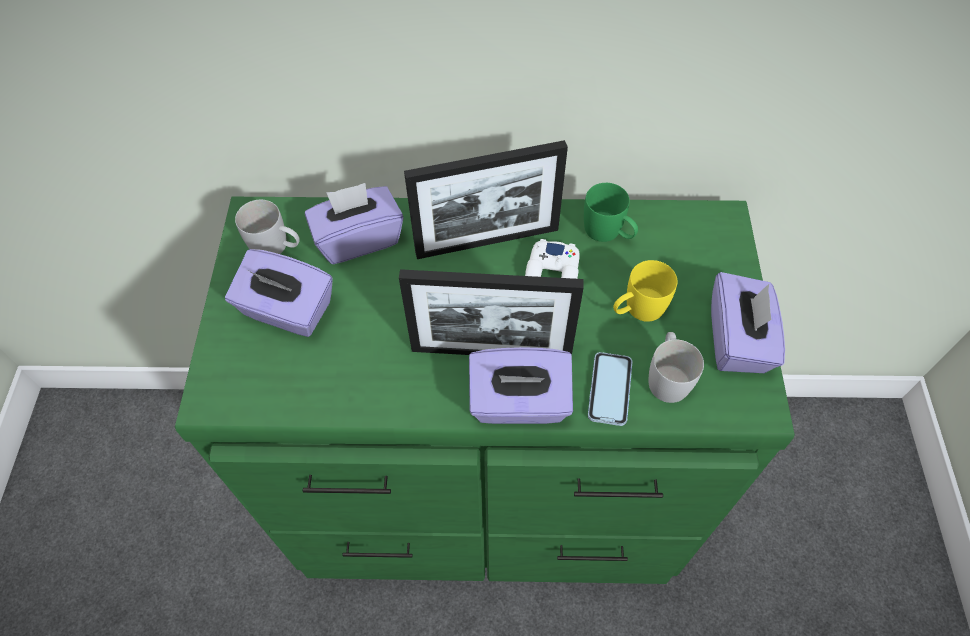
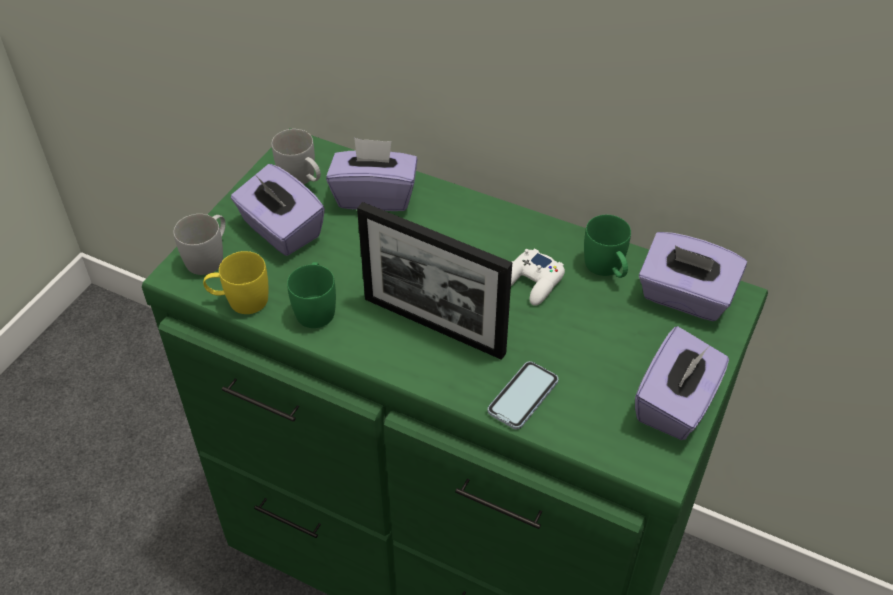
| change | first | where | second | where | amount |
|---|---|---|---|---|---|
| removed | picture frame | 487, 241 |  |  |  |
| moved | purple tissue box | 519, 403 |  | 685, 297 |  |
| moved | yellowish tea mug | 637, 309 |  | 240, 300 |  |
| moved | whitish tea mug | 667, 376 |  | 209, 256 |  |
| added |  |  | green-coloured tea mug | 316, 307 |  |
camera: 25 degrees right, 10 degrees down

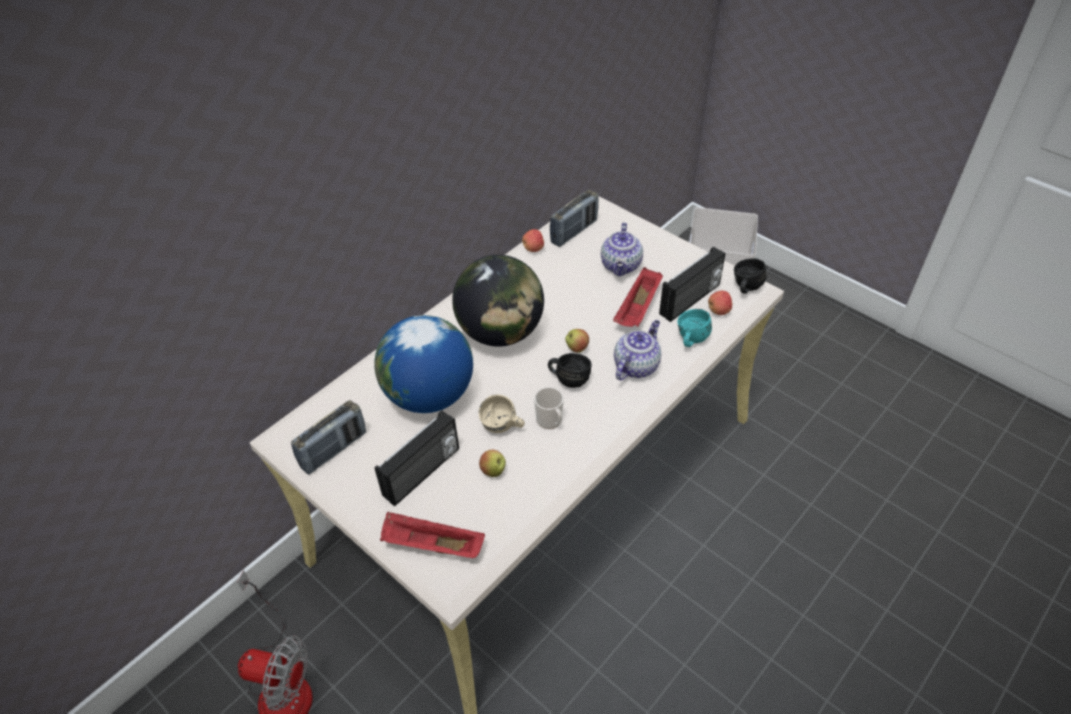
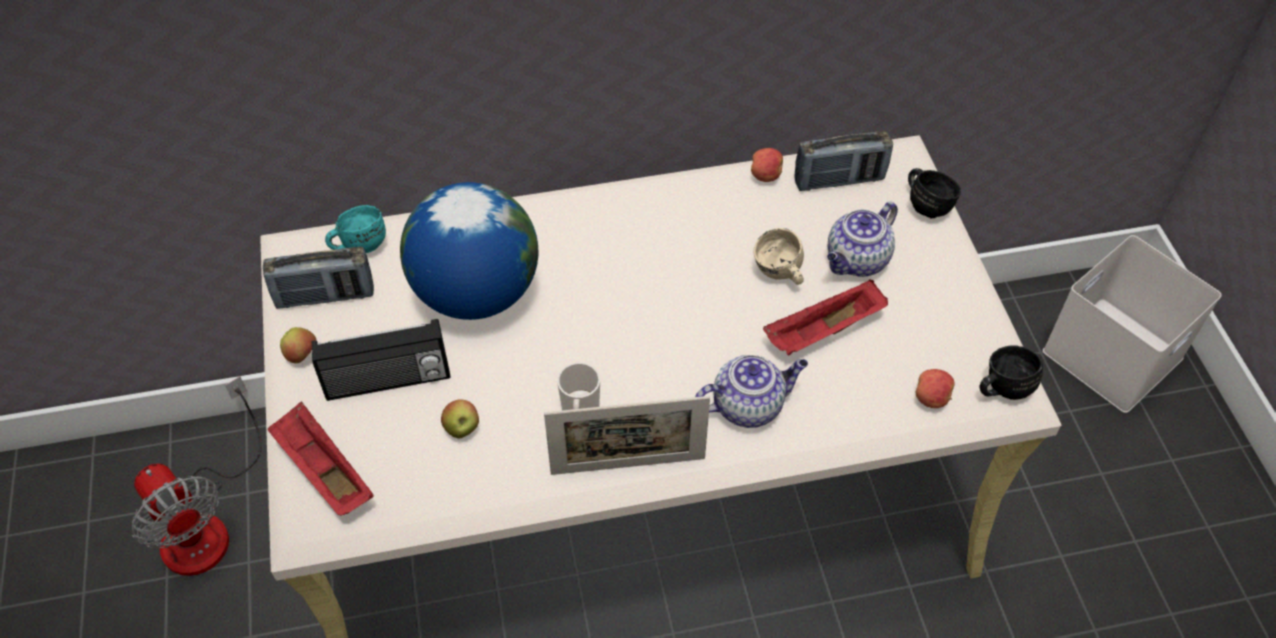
| change | first | where | second | where | amount |
|---|---|---|---|---|---|
| removed | desk globe | 500, 332 |  |  |  |
| moved | beige tea mug | 502, 428 |  | 779, 275 |  |
| moved | black tea mug | 569, 378 |  | 927, 204 |  |
| moved | whole apple | 577, 348 |  | 302, 355 |  |
| removed | radio | 691, 300 |  |  |  |
| moved | turquoise tea mug | 690, 339 |  | 358, 244 |  |
| added |  |  | picture frame | 628, 465 |  |
camera: 35 degrees right, 5 degrees up

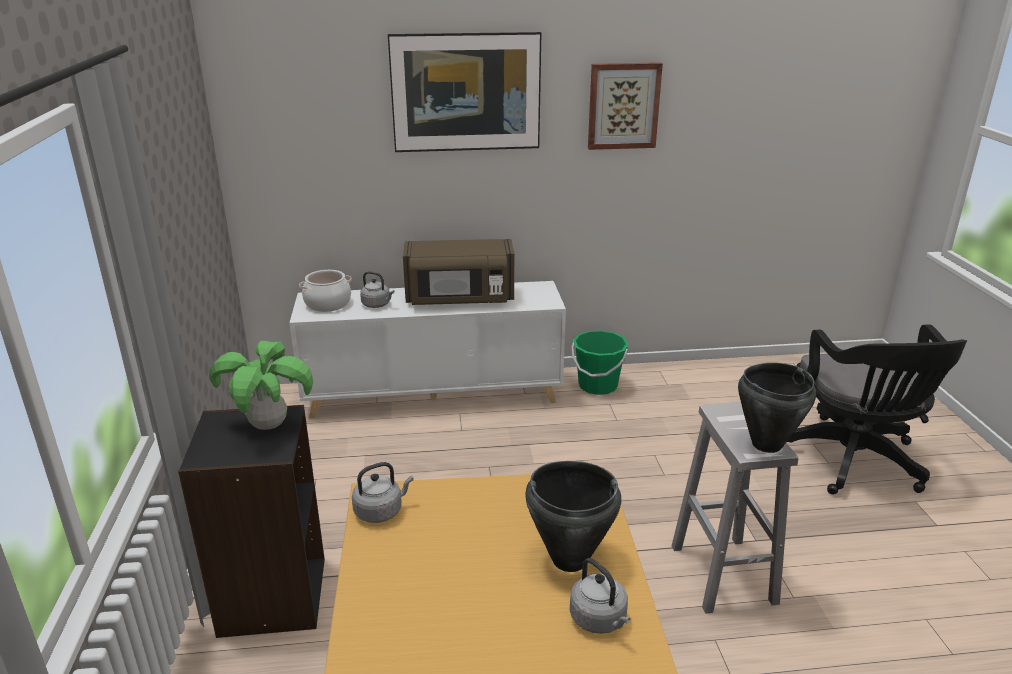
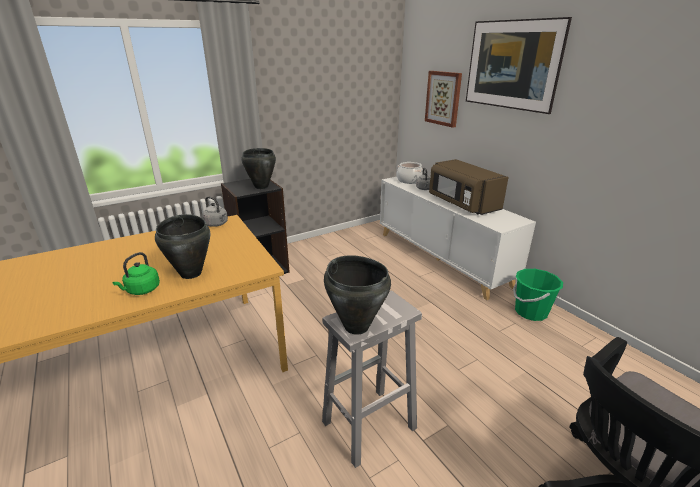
| change | first | where | second | where | amount |
|---|---|---|---|---|---|
| replaced | plant in a pot | 269, 425 | black stockpot | 261, 187 |  |
| recoloured | grey water kettle | 600, 620 | green-coloured water kettle | 141, 290 |  |
| moved | wall art | 623, 106 |  | 443, 98 |  |
camera: 65 degrees right, 0 degrees up

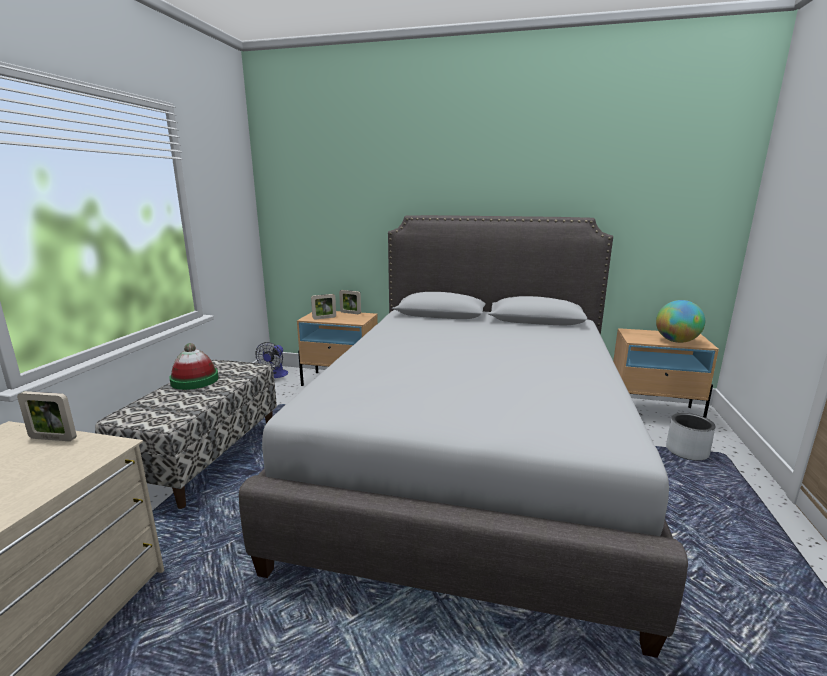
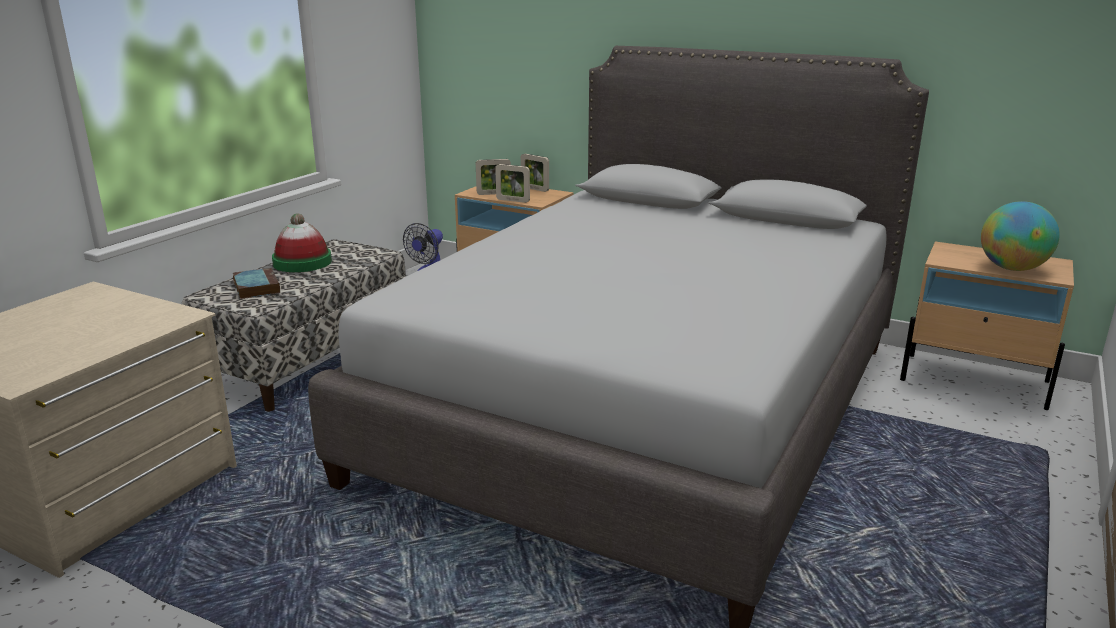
| change | first | where | second | where | amount |
|---|---|---|---|---|---|
| moved | picture frame | 53, 438 |  | 513, 200 |  |
| removed | grey flower pot | 687, 451 |  |  |  |
| added |  |  | volume | 256, 287 |  |
camera: 15 degrees right, 5 degrees up

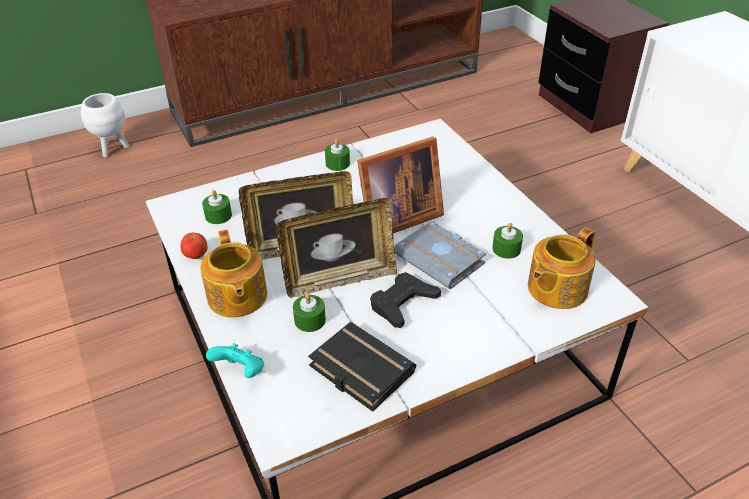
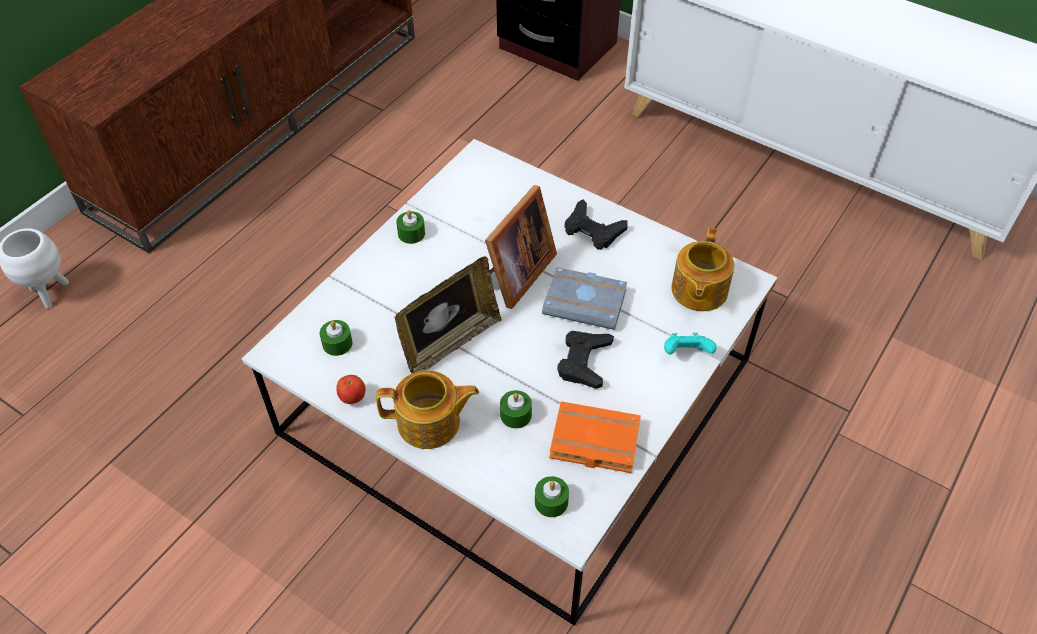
| change | first | where | second | where | amount |
|---|---|---|---|---|---|
| turned | pot for tea | 236, 297 |  | 430, 423 | 45 degrees counterclockwise |
| moved | turquoise gamepad | 240, 372 |  | 686, 354 |  |
| removed | picture frame | 339, 279 |  |  |  |
| recoloured | black volume | 358, 370 | orange volume | 592, 442 |  |
| moved | green-coloured candle | 506, 249 |  | 551, 502 |  |
| added |  |  | black gamepad | 593, 230 |  |
camera: 30 degrees left, 10 degrees up

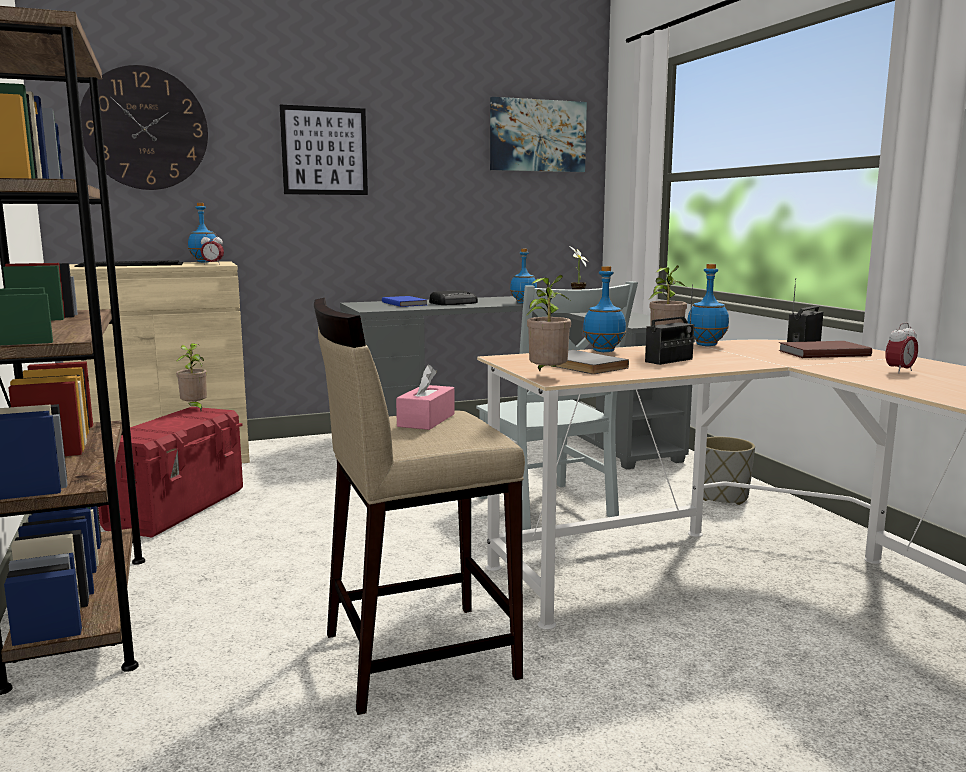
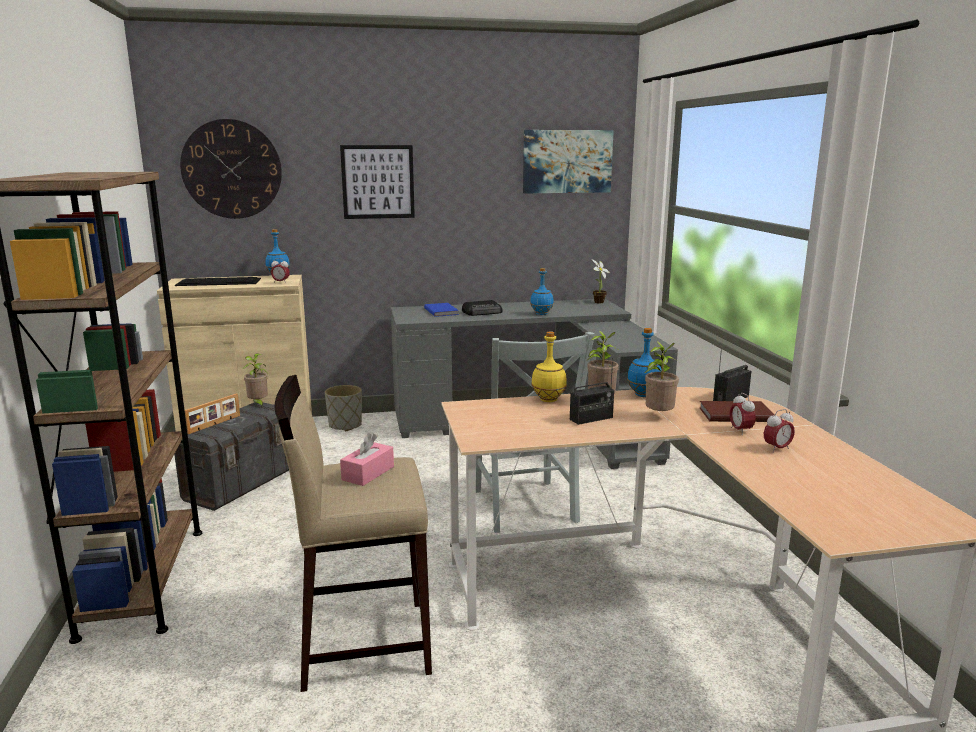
| change | first | where | second | where | amount |
|---|---|---|---|---|---|
| recoloured | red storage container | 177, 509 | grey storage container | 241, 484 |  |
| moved | plant in a pot | 547, 376 |  | 658, 416 |  |
| removed | grey volume | 581, 366 |  |  |  |
| recoloured | bluish beverage bottle | 604, 351 | yellowish beverage bottle | 549, 400 |  |
| moved | grey flower pot | 723, 497 |  | 345, 425 |  |
| added |  |  | picture frame | 215, 424 |  |
| added |  |  | bedside clock | 740, 431 |  |
camera: 10 degrees right, 5 degrees up

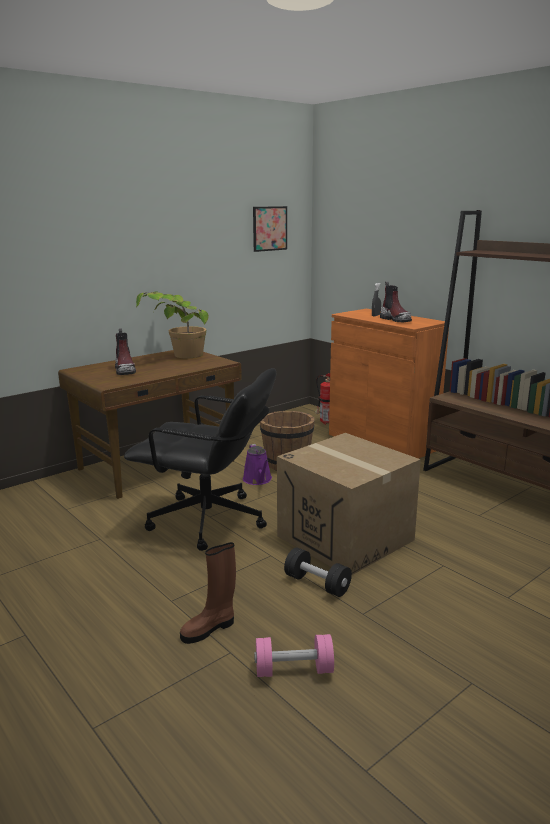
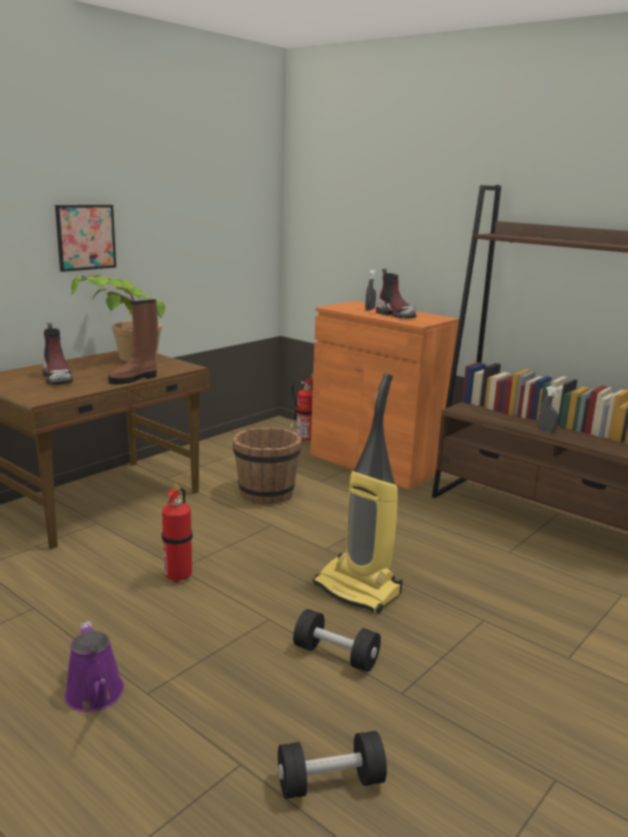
| change | first | where | second | where | amount |
|---|---|---|---|---|---|
| replaced | black desk chair | 208, 521 | fire-fighting cylinder | 179, 575 |  |
| moved | brown high-top boot | 209, 629 |  | 134, 379 |  |
| moved | purple watering can | 258, 480 |  | 96, 696 |  |
| moved | wall art | 269, 228 |  | 86, 237 |  |
| recoloured | pink dumbbell | 293, 670 | black dumbbell | 330, 782 |  |
| replaced | carton | 346, 538 | hoover | 358, 590 |  |
| added |  |  | grey spray bottle | 546, 431 |  |
camera: 10 degrees left, 0 degrees up

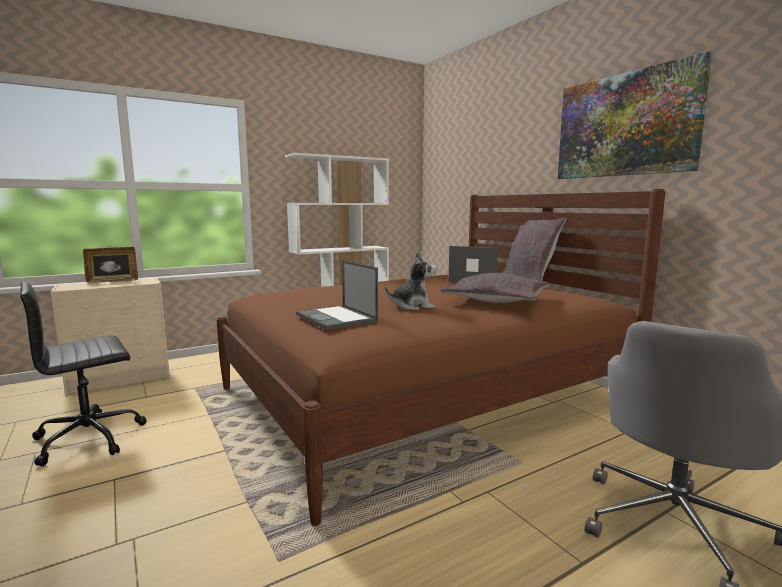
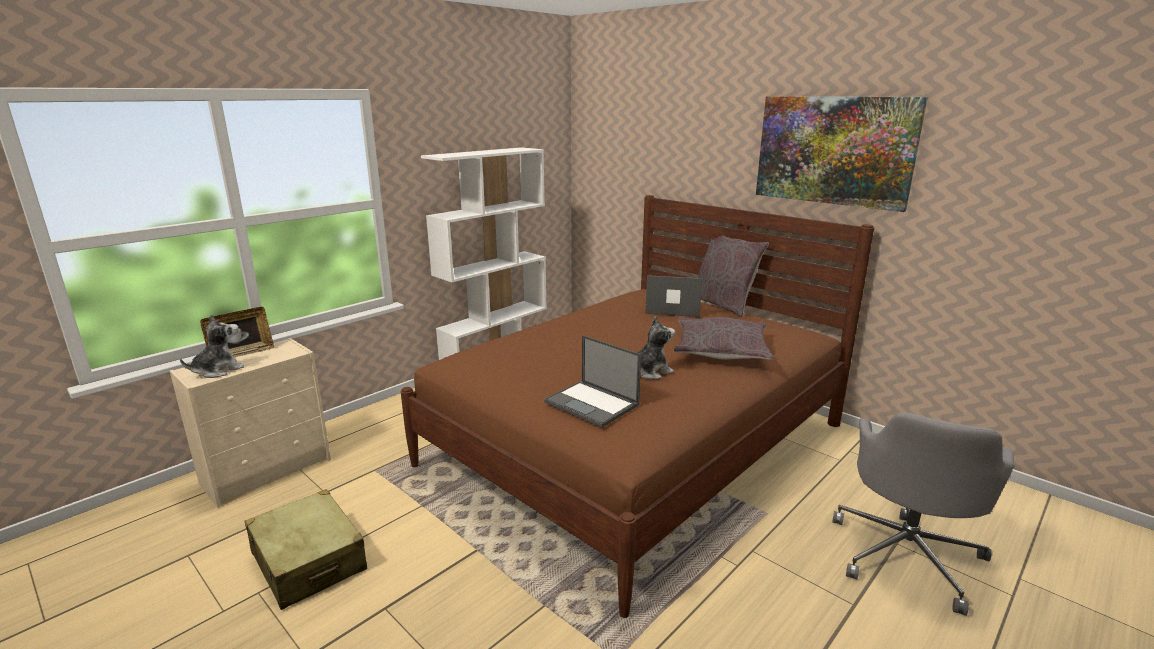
| change | first | where | second | where | amount |
|---|---|---|---|---|---|
| replaced | black desk chair | 91, 438 | beige travel case | 309, 561 |  |
| added |  |  | plush toy | 218, 370 |  |
camera: 15 degrees left, 10 degrees up

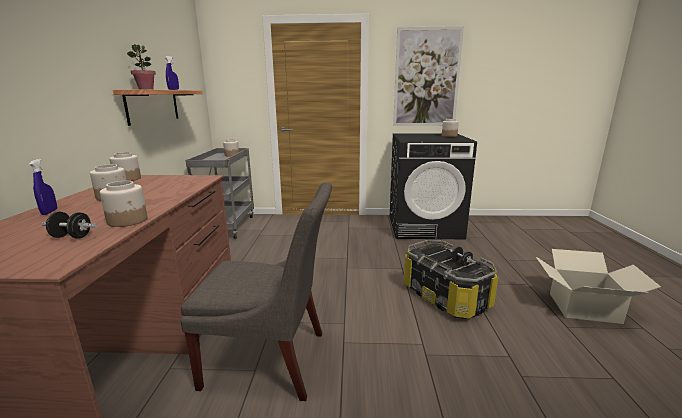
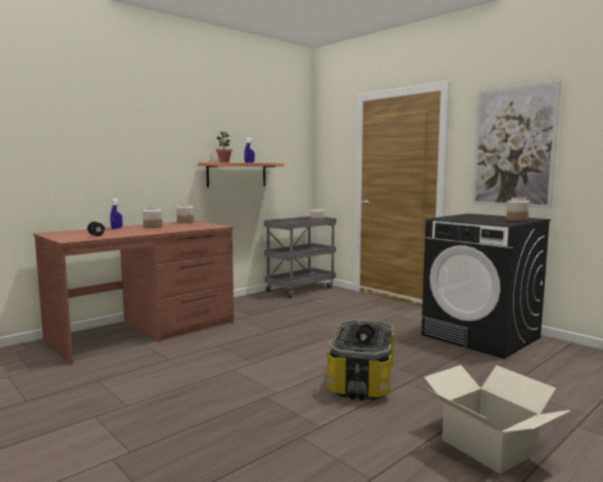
| change | first | where | second | where | amount |
|---|---|---|---|---|---|
| removed | storage jar | 128, 220 |  |  |  |
| removed | grey chair | 271, 360 |  |  |  |
camera: 45 degrees right, 10 degrees down

